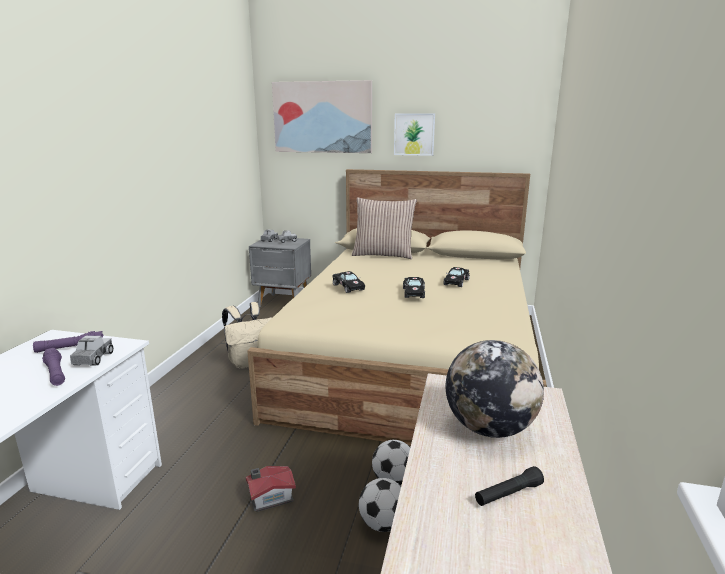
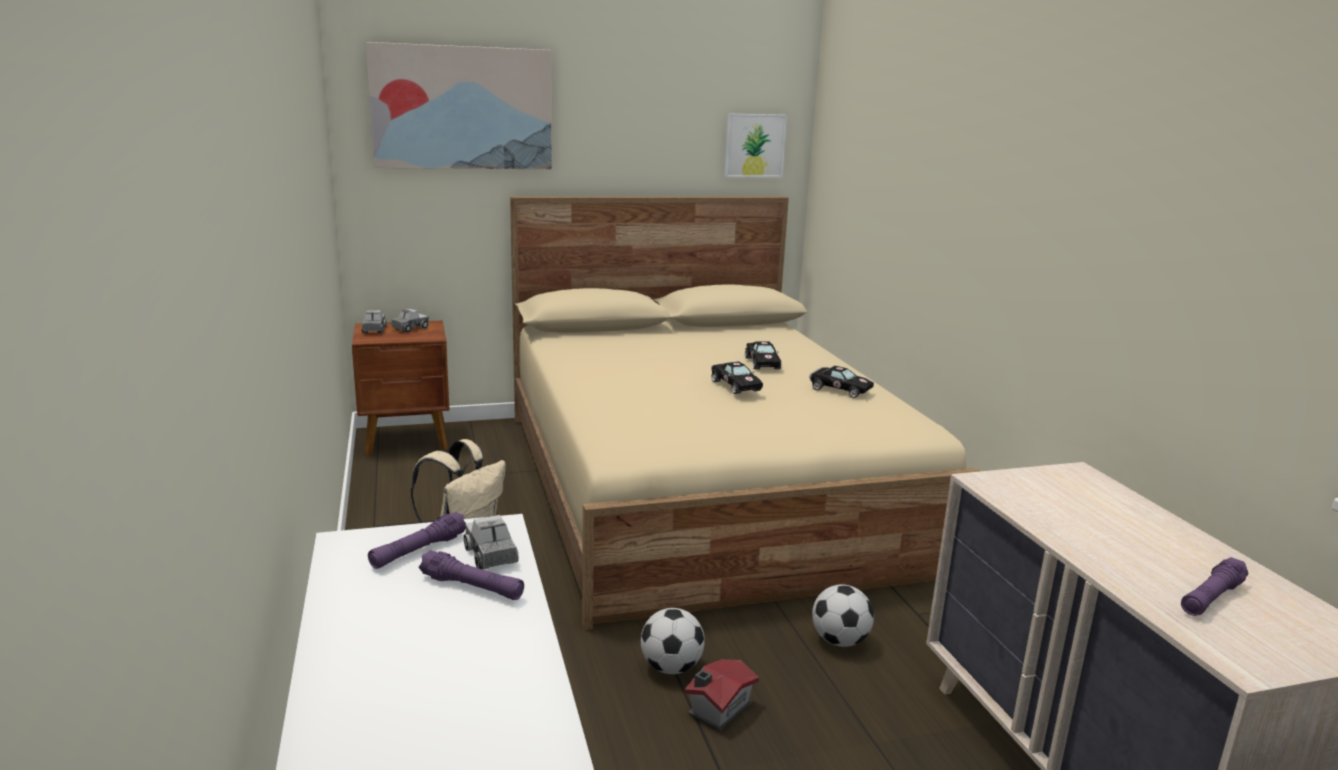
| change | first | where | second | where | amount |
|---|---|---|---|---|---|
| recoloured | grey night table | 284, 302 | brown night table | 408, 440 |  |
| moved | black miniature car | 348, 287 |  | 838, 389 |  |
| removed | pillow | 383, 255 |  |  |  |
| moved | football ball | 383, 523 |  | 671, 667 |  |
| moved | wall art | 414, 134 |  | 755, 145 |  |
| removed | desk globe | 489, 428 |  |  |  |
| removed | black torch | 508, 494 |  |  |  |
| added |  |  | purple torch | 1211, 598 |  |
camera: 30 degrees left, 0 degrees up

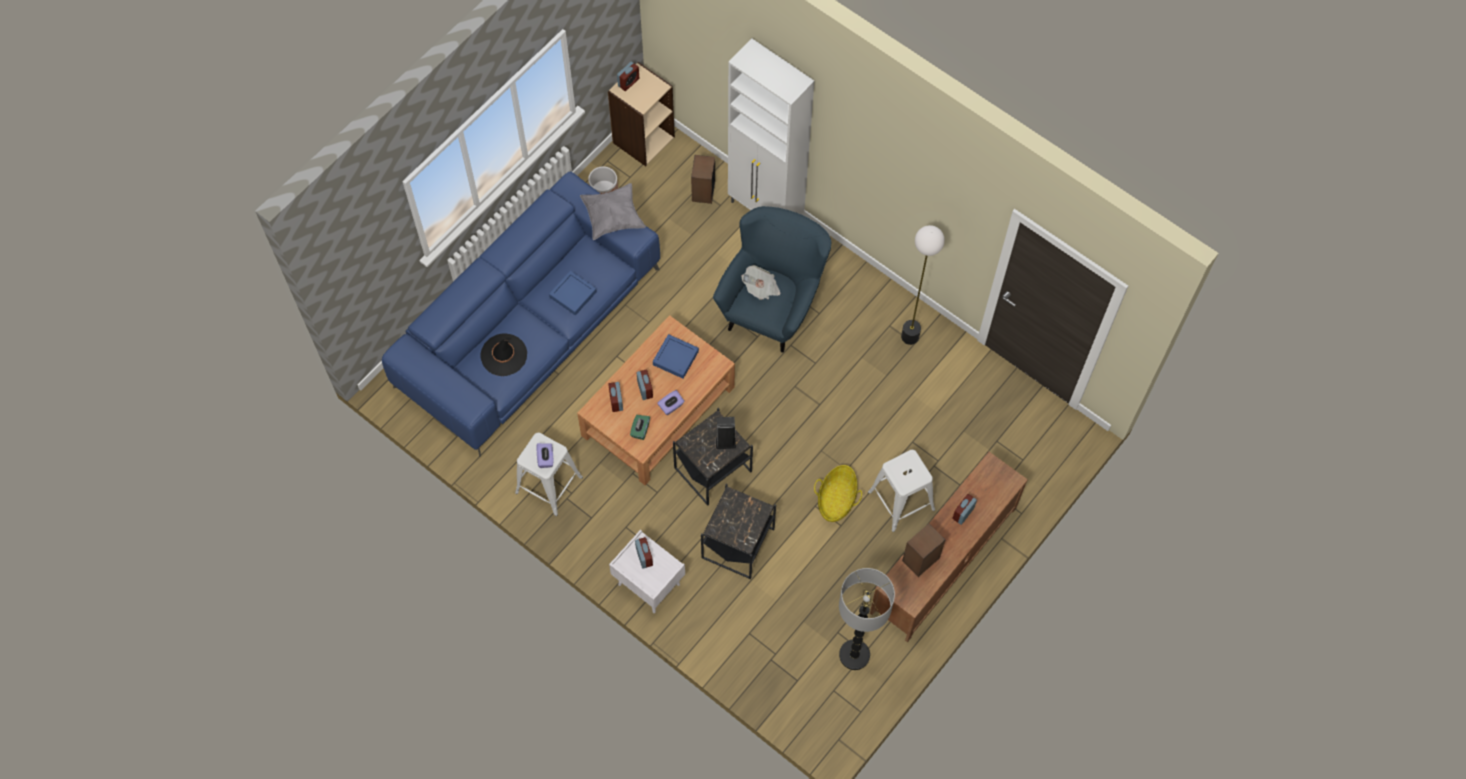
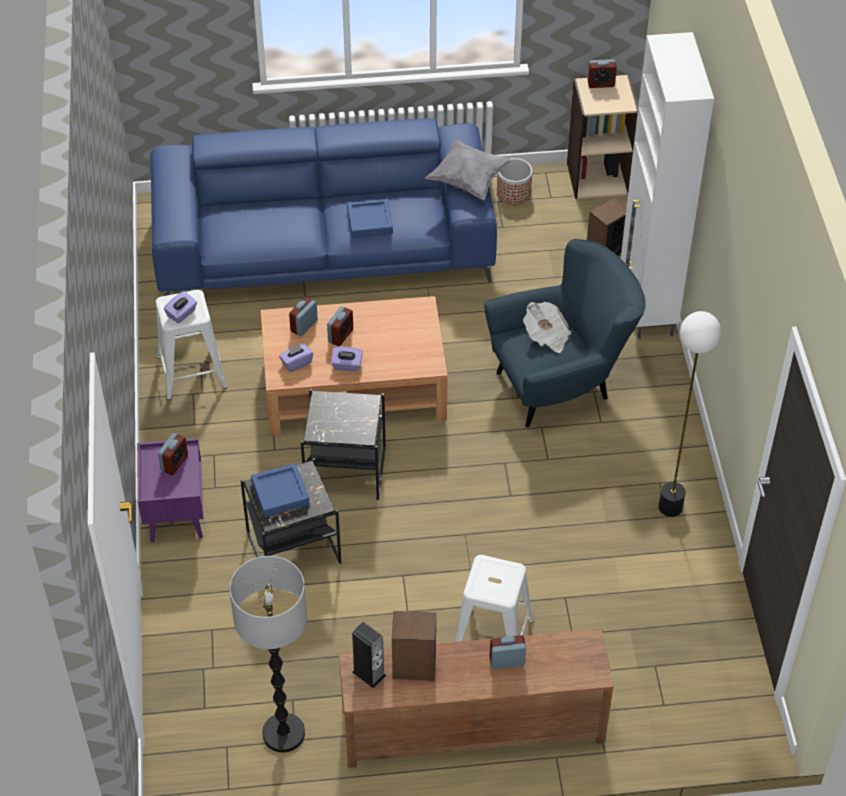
| change | first | where | second | where | amount |
|---|---|---|---|---|---|
| removed | black clothing hat | 504, 355 |  |  |  |
| recoloured | whitish night table | 648, 584 | purple night table | 175, 515 |  |
| recoloured | green-coloured tissue box | 640, 430 | purple tissue box | 296, 363 |  |
| moved | bluish tray | 675, 358 |  | 280, 493 |  |
| moved | speaker | 725, 442 |  | 369, 673 |  |
| removed | household basket | 836, 499 |  |  |  |
camera: 45 degrees right, 15 degrees down

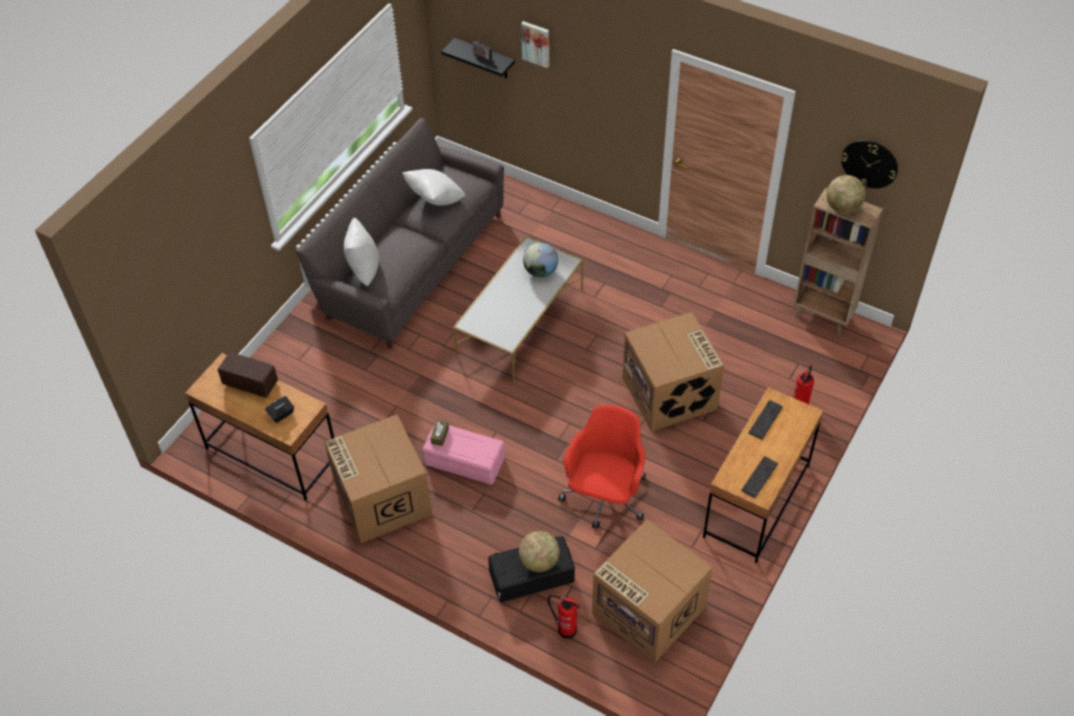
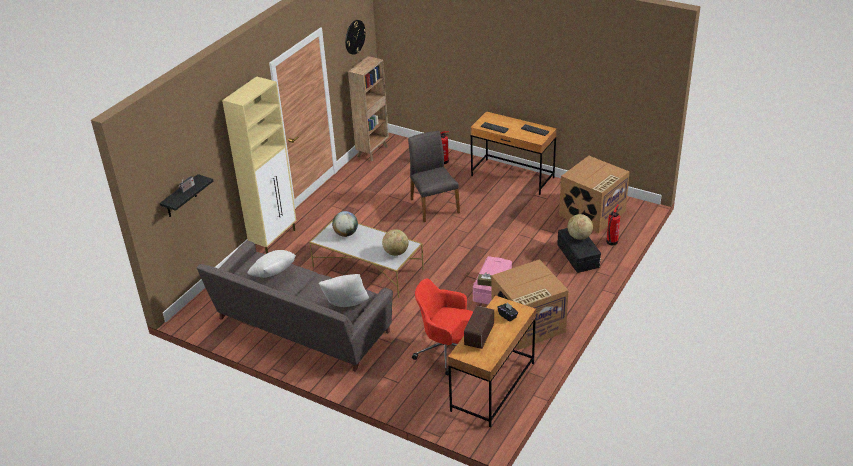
| change | first | where | second | where | amount |
|---|---|---|---|---|---|
| removed | wall art | 536, 43 |  |  |  |
| moved | red desk chair | 605, 497 |  | 446, 351 |  |
| replaced | carton | 671, 394 | grey chair | 433, 205 |  |
| moved | desk globe | 843, 207 |  | 396, 252 |  |
| added |  |  | beige cupboard | 274, 239 |  |
camera: 90 degrees left, 15 degrees down

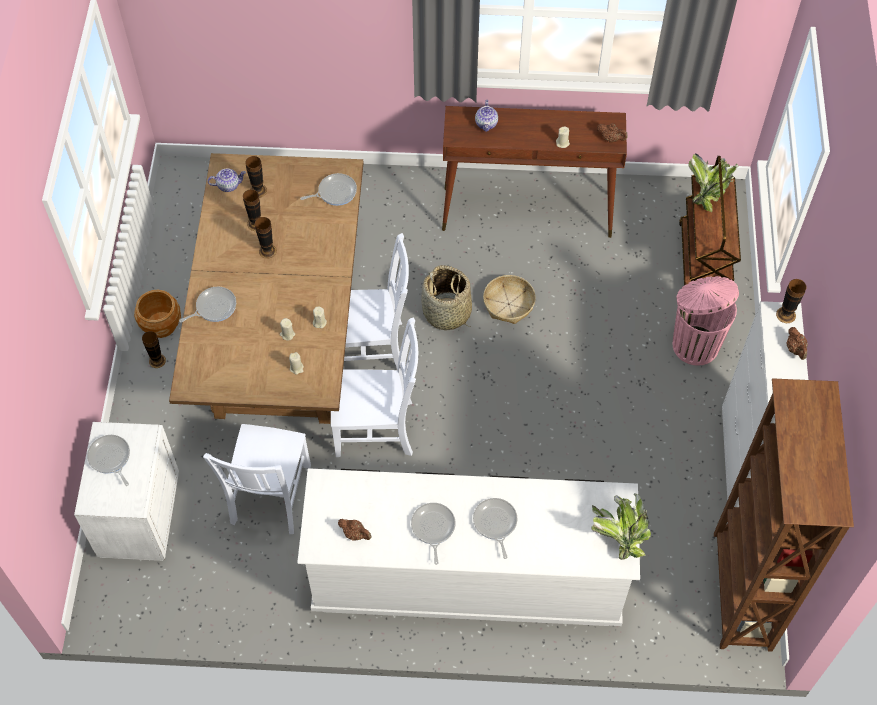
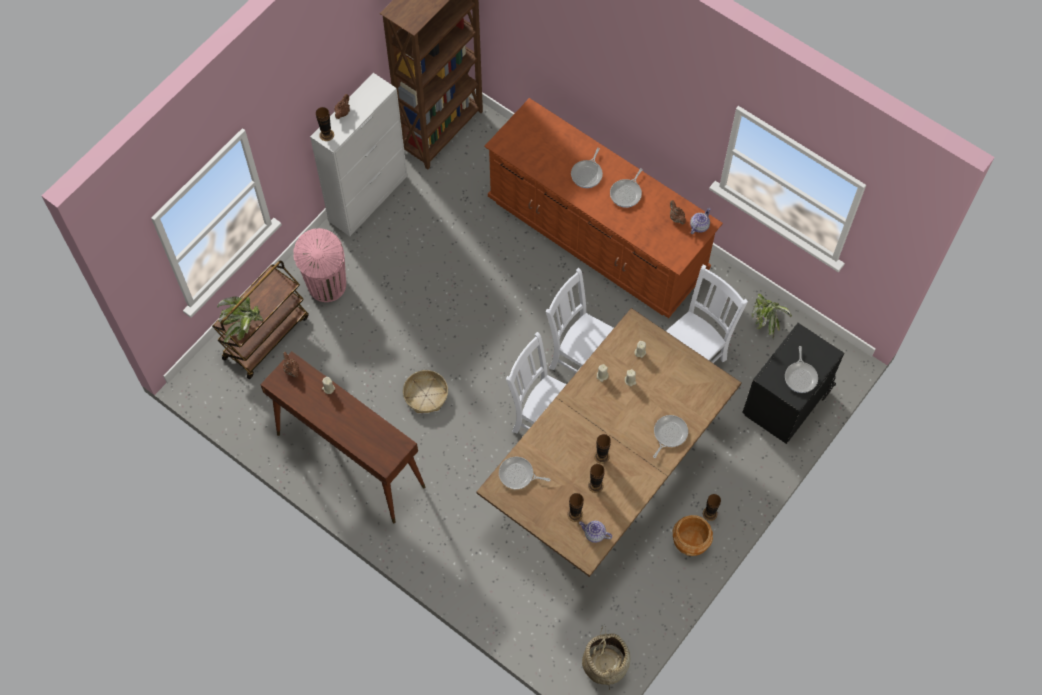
| change | first | where | second | where | amount |
|---|---|---|---|---|---|
| recoloured | whitish night table | 138, 515 | black night table | 786, 403 |  |
| turned | pan | 214, 307 |  | 669, 434 | 120 degrees clockwise |
| recoloured | whitish chest of drawers | 467, 576 | brown chest of drawers | 597, 236 |  |
| moved | household basket | 447, 313 |  | 605, 664 |  |
| moved | pot for tea | 486, 124 |  | 699, 226 |  |
| moved | plant in a pot | 618, 535 |  | 766, 321 |  |
camera: 145 degrees left, 5 degrees up

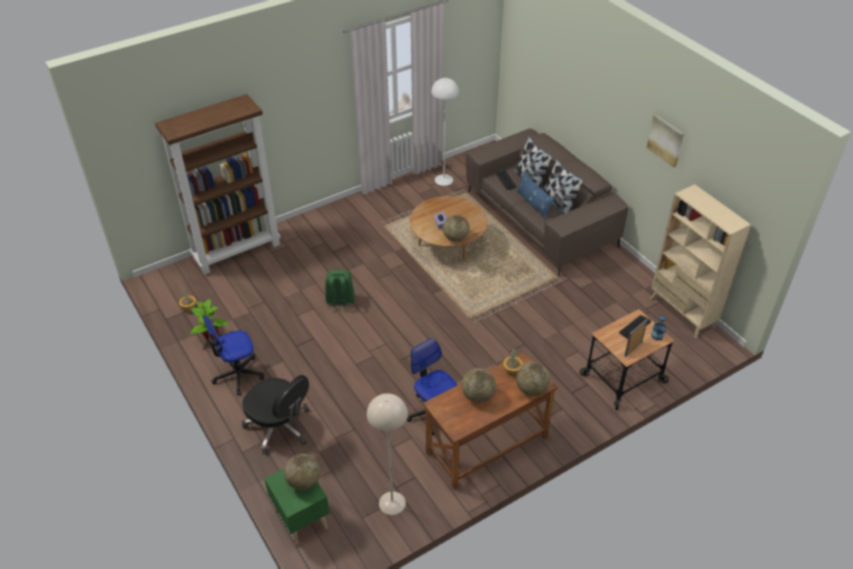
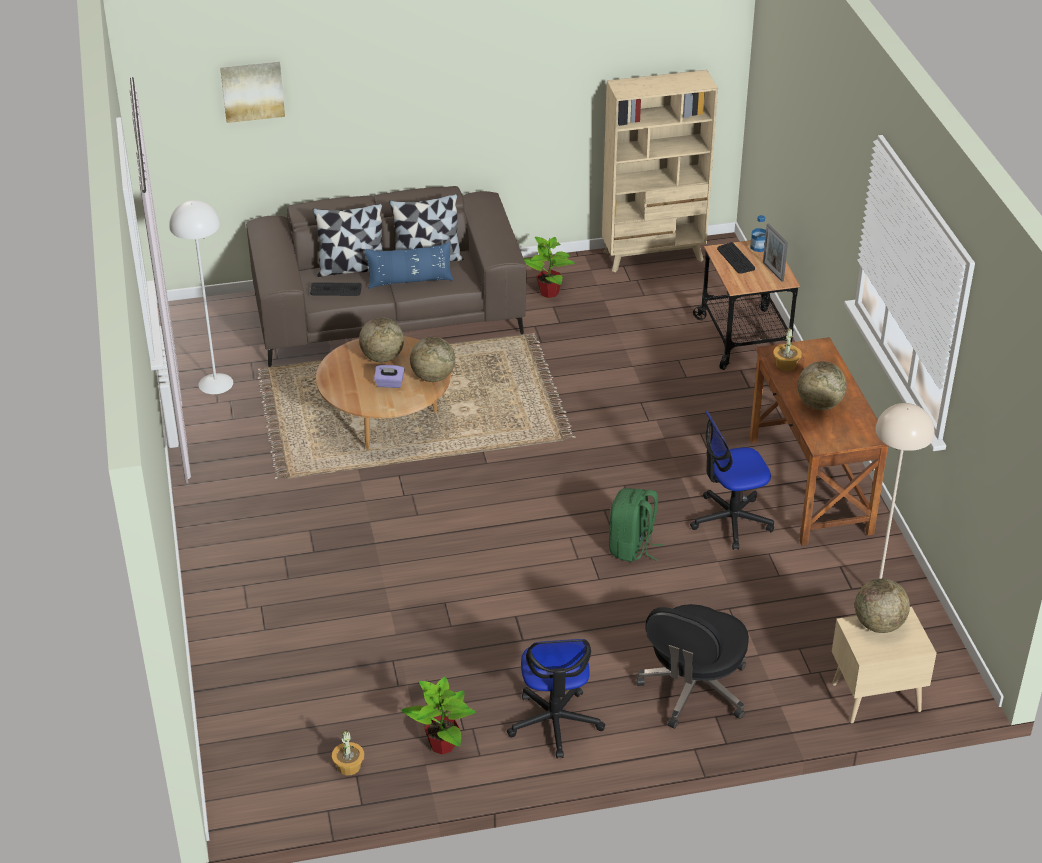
| change | first | where | second | where | amount |
|---|---|---|---|---|---|
| removed | brown bookcase | 237, 251 |  |  |  |
| turned | black desk chair | 280, 427 |  | 693, 690 | 150 degrees clockwise |
| recoloured | green-coloured night table | 301, 518 | beige night table | 874, 696 |  |
| moved | green-coloured backpack | 340, 302 |  | 632, 548 |  |
| moved | desk globe | 531, 389 |  | 382, 357 |  |
| moved | wall art | 666, 140 |  | 252, 91 |  |
| added |  |  | plant in a pot | 549, 292 |  |
camera: 70 degrees left, 5 degrees down

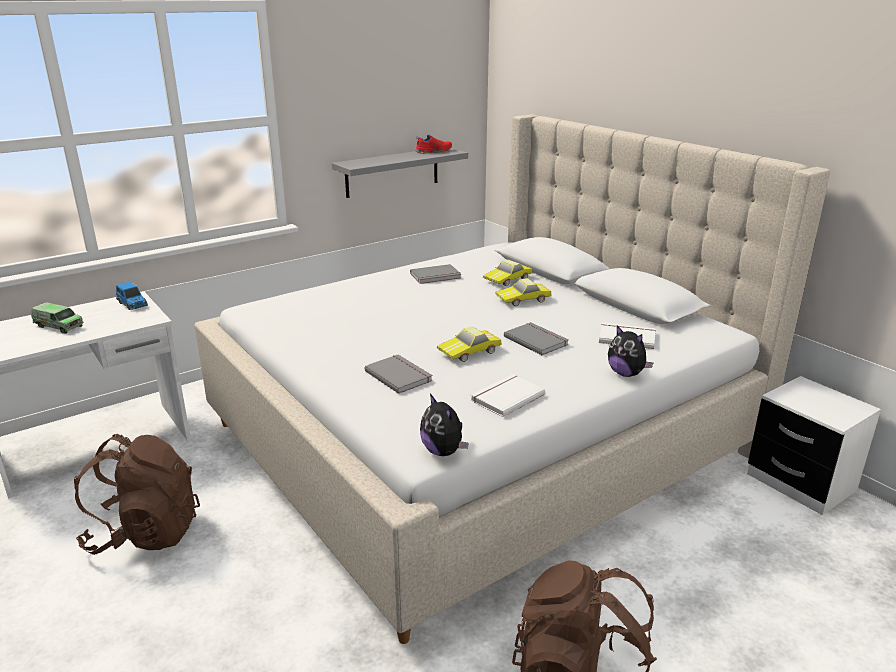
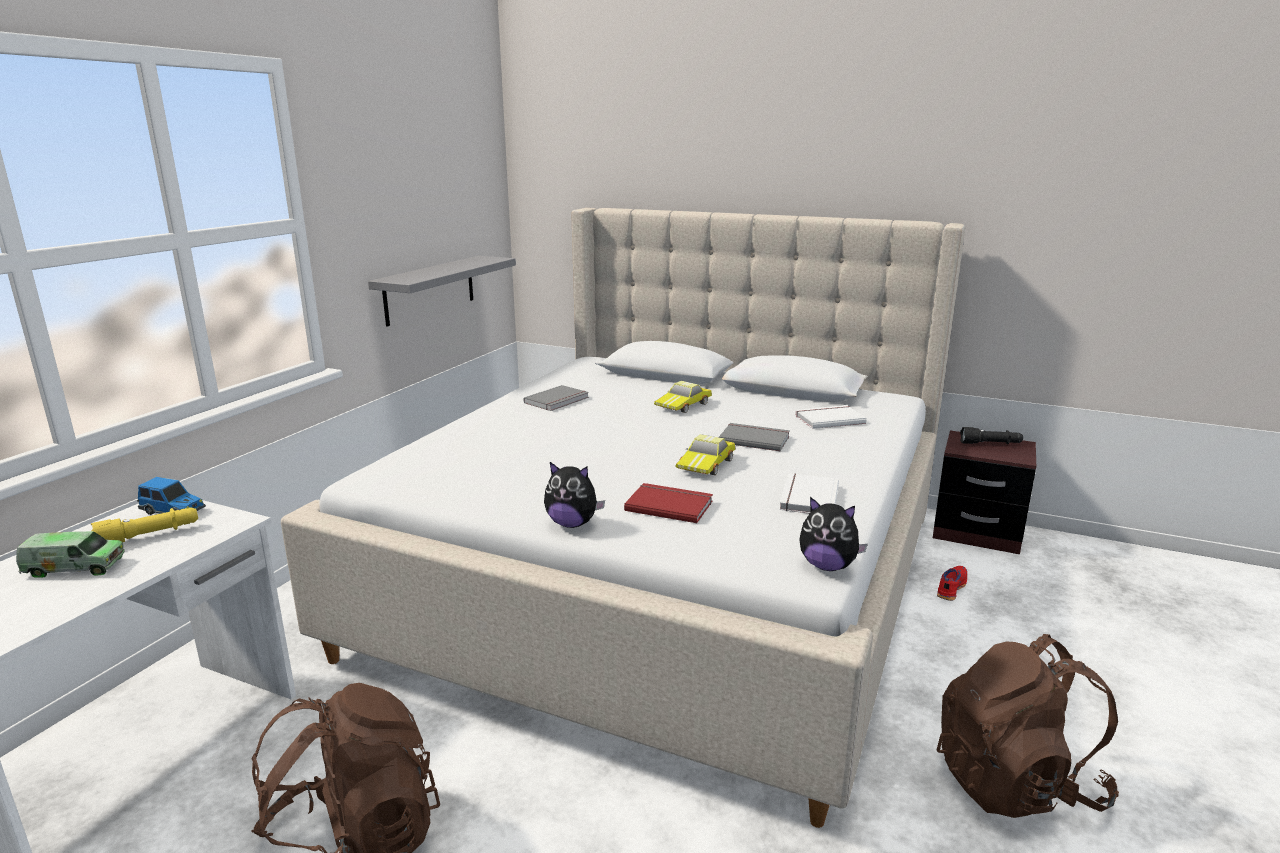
| change | first | where | second | where | amount |
|---|---|---|---|---|---|
| recoloured | grey volume | 399, 375 | red volume | 669, 505 |  |
| moved | red item of footwear | 433, 151 |  | 950, 588 |  |
| removed | miniature car | 508, 279 |  |  |  |
| moved | plush toy | 626, 374 |  | 572, 523 |  |
| recoloured | whitish night table | 800, 482 | brown night table | 976, 533 |  |
| added |  |  | yellowish torch | 149, 536 |  |
| added |  |  | black torch | 990, 444 |  |
camera: 30 degrees left, 5 degrees down

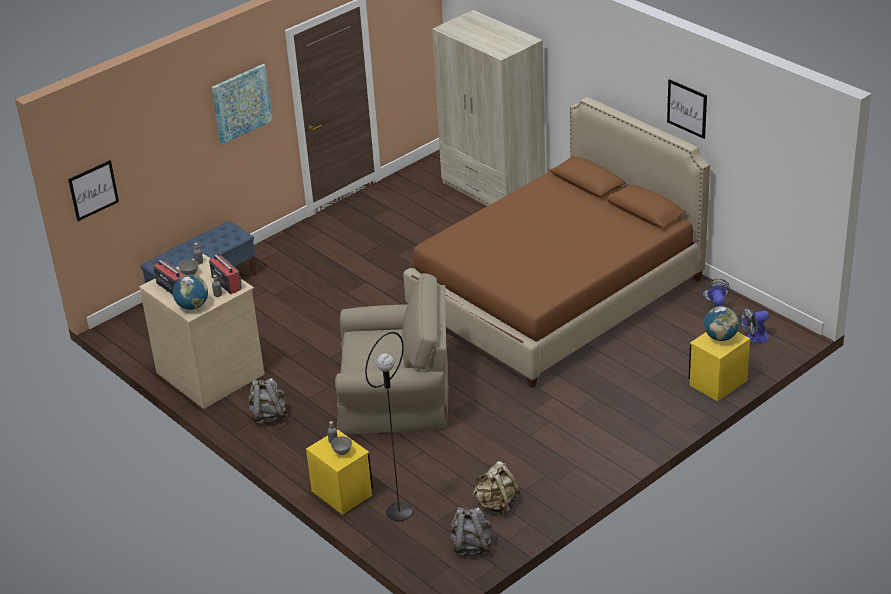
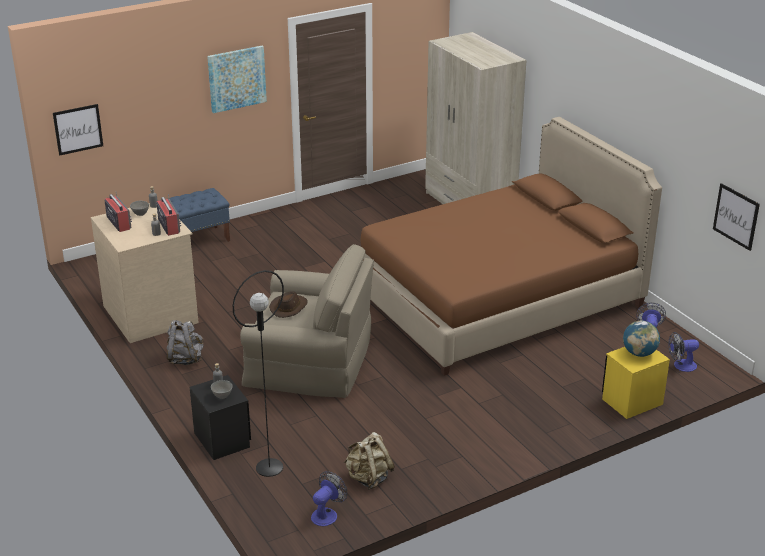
| change | first | where | second | where | amount |
|---|---|---|---|---|---|
| removed | desk globe | 192, 306 |  |  |  |
| recoloured | yellowish night table | 342, 493 | black night table | 222, 440 |  |
| replaced | grey backpack | 471, 546 | cooling fan | 327, 514 |  |
| moved | wall art | 687, 108 |  | 736, 216 |  |
| added |  |  | brown clothing hat | 289, 307 |  |
camera: 10 degrees right, 5 degrees down

